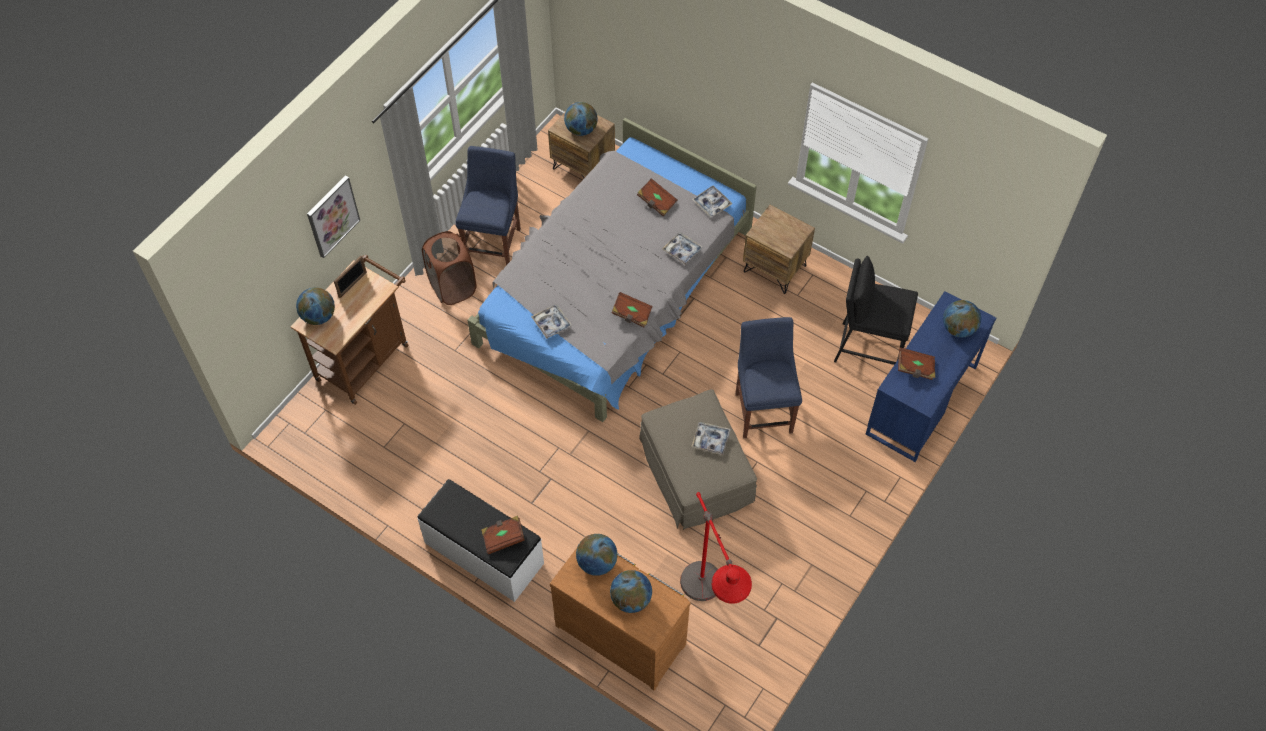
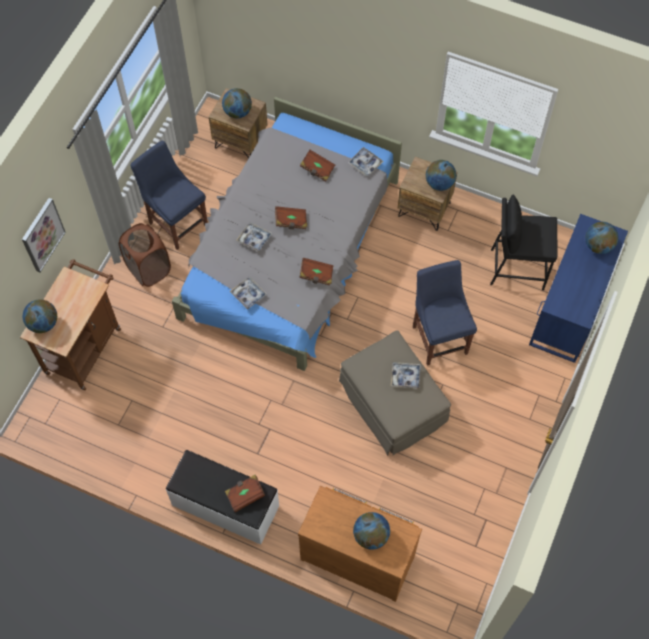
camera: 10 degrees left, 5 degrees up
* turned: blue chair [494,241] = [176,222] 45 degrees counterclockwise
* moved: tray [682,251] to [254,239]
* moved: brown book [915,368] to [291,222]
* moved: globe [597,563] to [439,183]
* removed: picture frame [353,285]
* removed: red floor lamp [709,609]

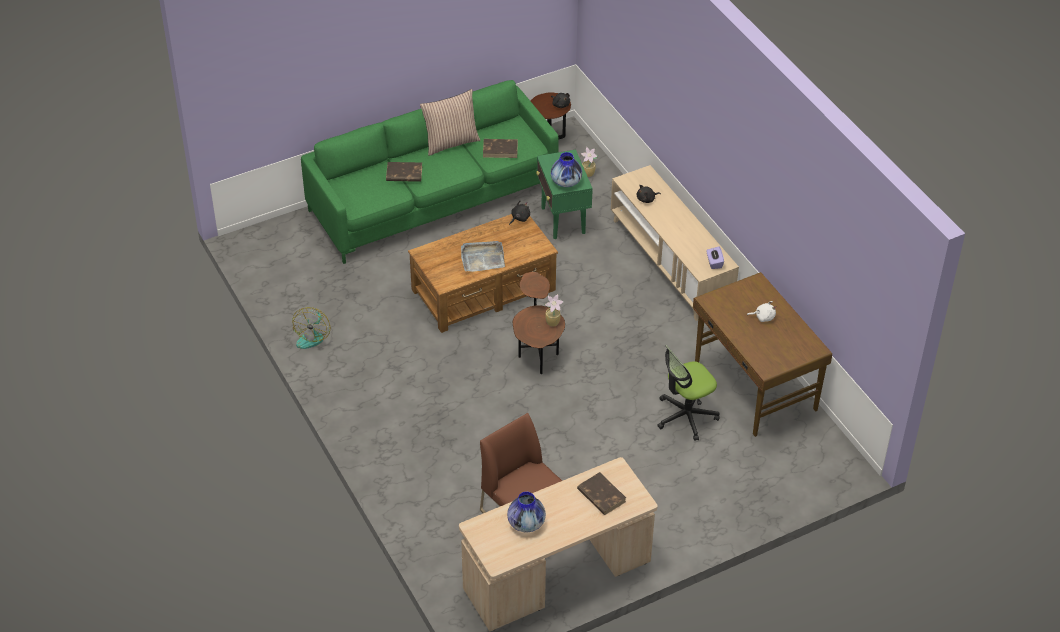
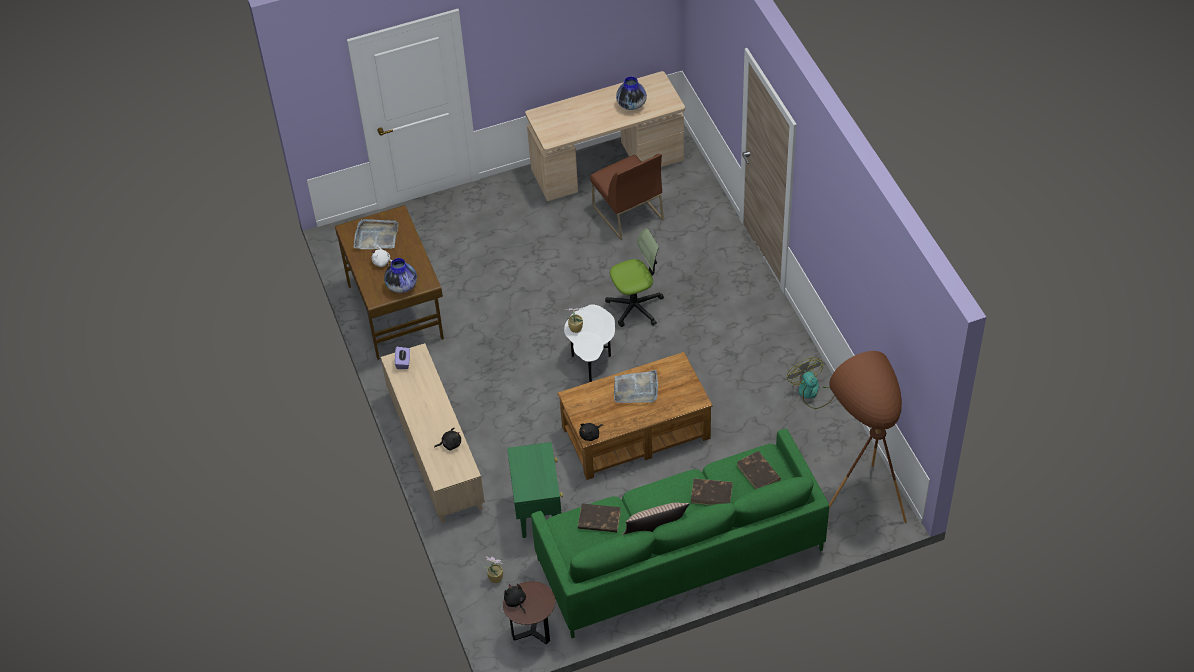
camera: 170 degrees left, 5 degrees up
* added: grey tray [376,236]
* moved: vase [566,182] to [402,286]
* recoloured: brown side table [537,349] to white side table [591,362]
* moved: office chair [685,416] to [635,306]
* moved: brown book [601,495] to [758,473]
* turned: fan [312,335] = [812,392] 45 degrees counterclockwise
* added: brown floor lamp [861,488]

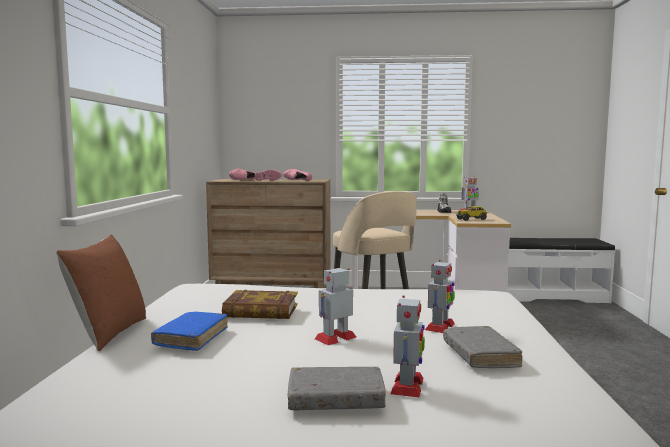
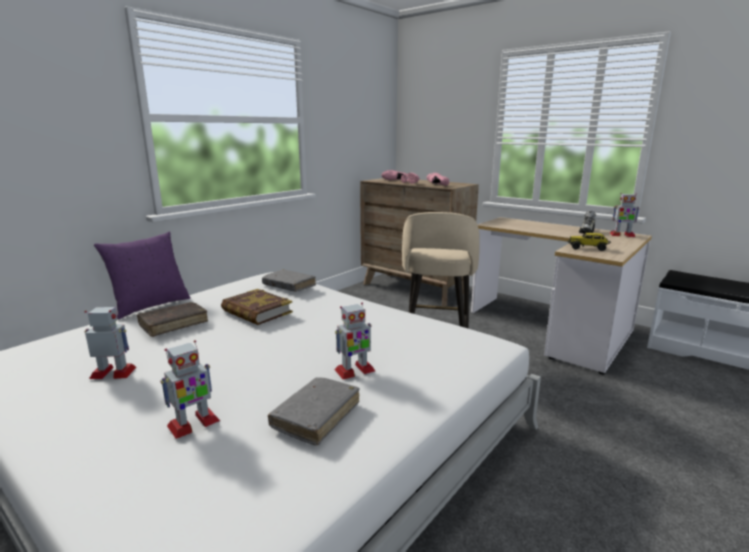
camera: 35 degrees right, 10 degrees up
* moved: toy robot [335,338] to [114,373]
* recoloured: brown pillow [108,333] to purple pillow [150,305]
* recoloured: blue book [191,338] to brown book [173,324]
* moved: grey book [336,399] to [289,286]

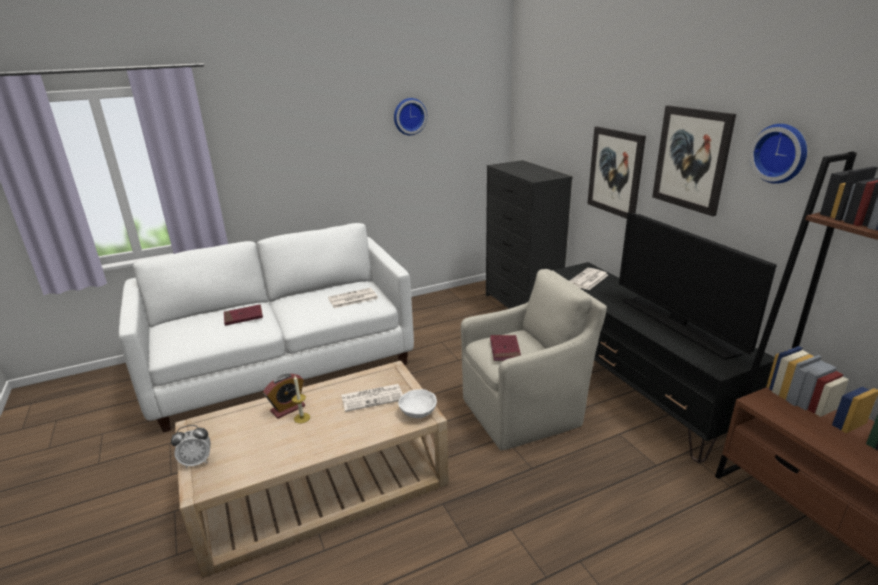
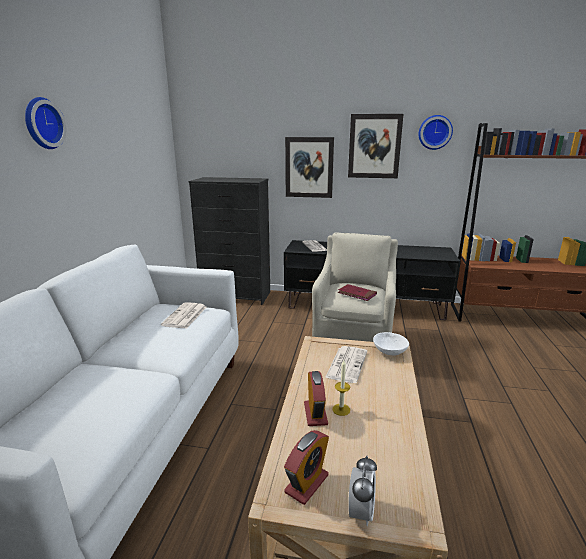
camera: 55 degrees left, 5 degrees down
* moved: wall clock [409,116] to [42,123]
* added: alarm clock [306,483]
* removed: red book [243,317]
* removed: television [678,326]

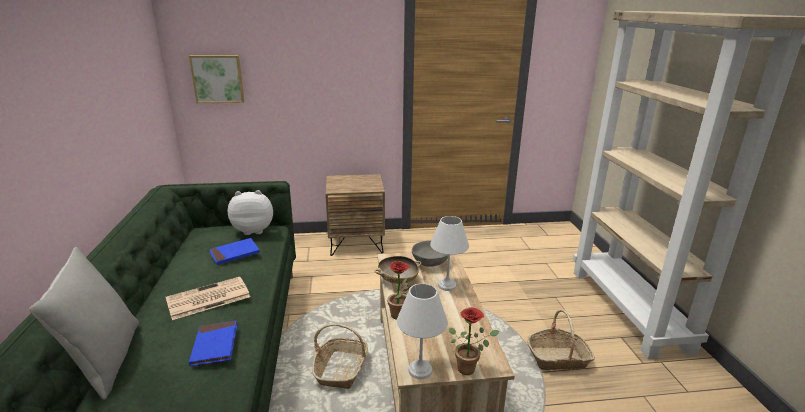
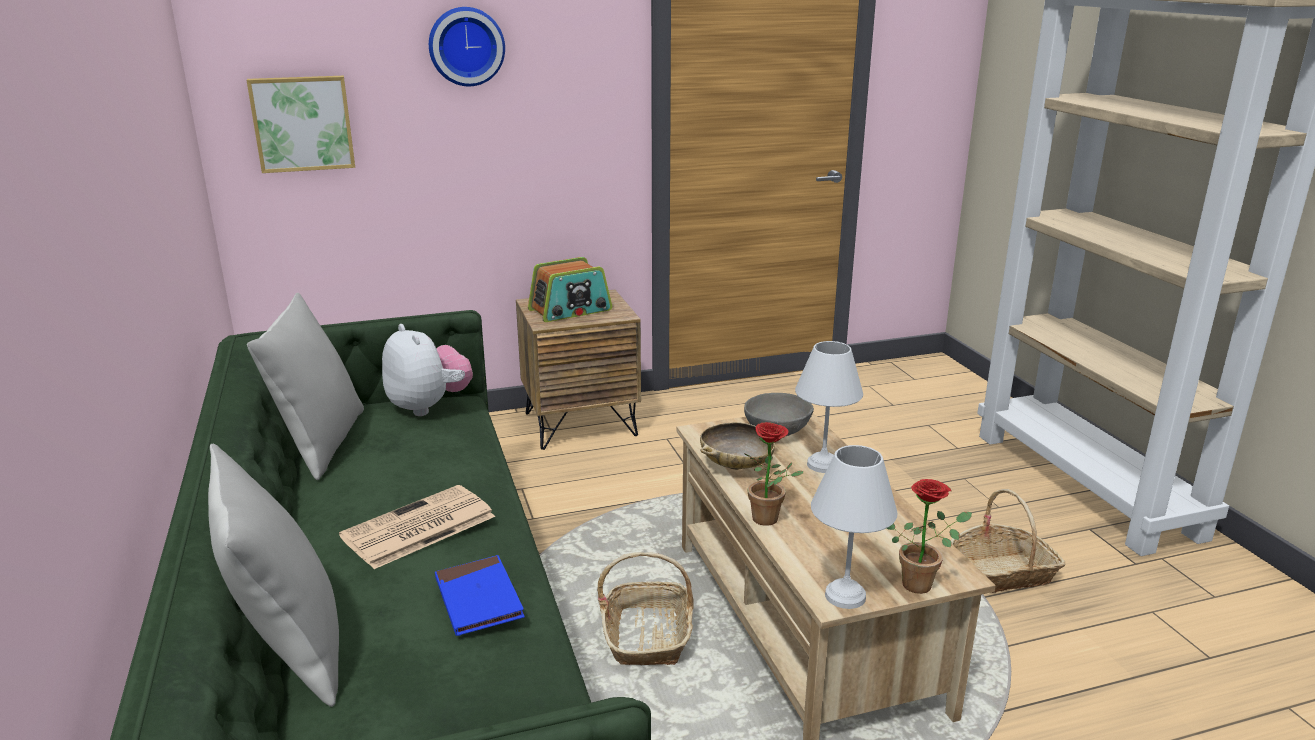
camera: 10 degrees left, 0 degrees up
* added: grey pillow [320,444]
* turned: plush toy [254,230] = [428,406] 75 degrees clockwise
* added: wall clock [466,46]
* added: radio [570,310]
* removed: blue book [235,253]

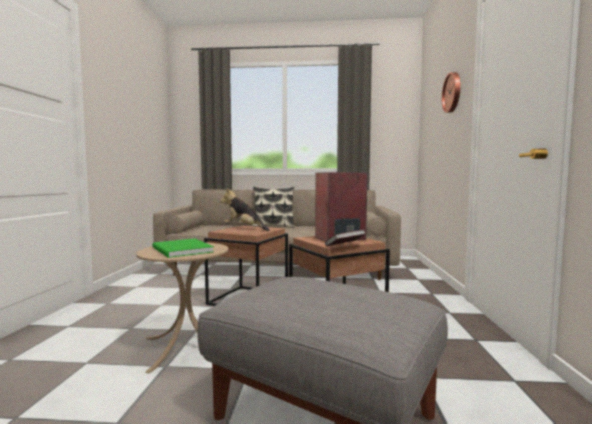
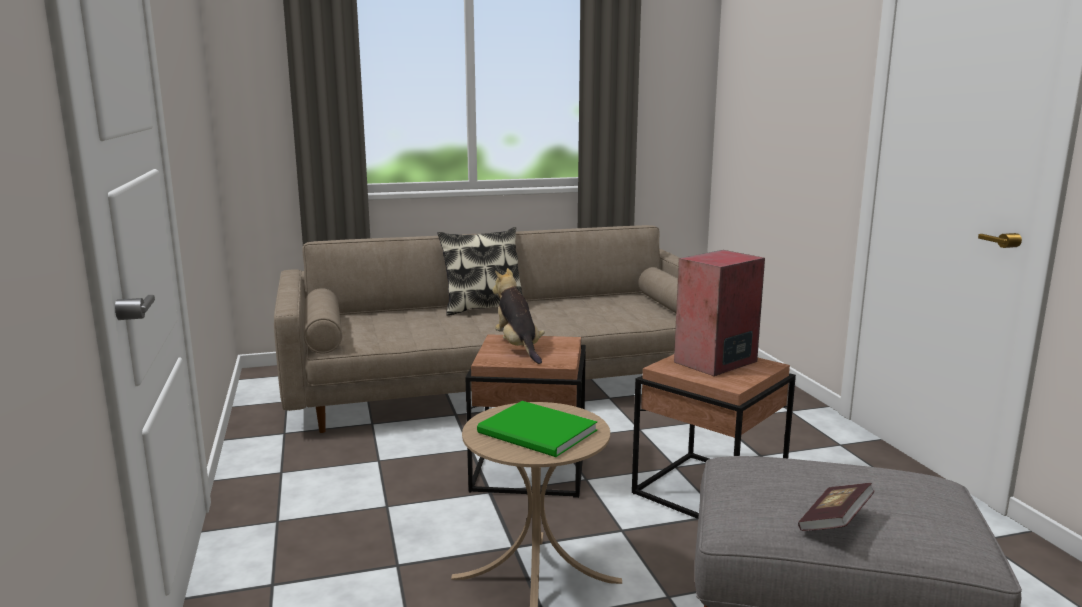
camera: 20 degrees left, 10 degrees up
* turned: plush toy [244,229] = [518,348] 60 degrees clockwise
* moved: book [345,246] to [834,522]
* removed: wall clock [453,92]

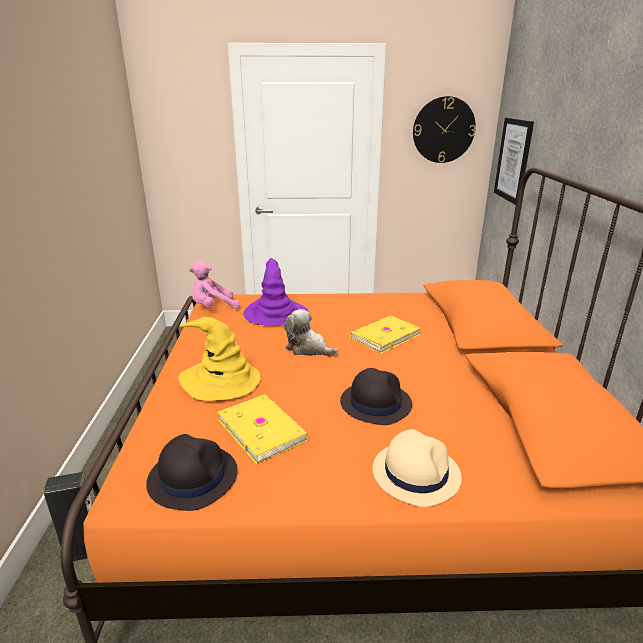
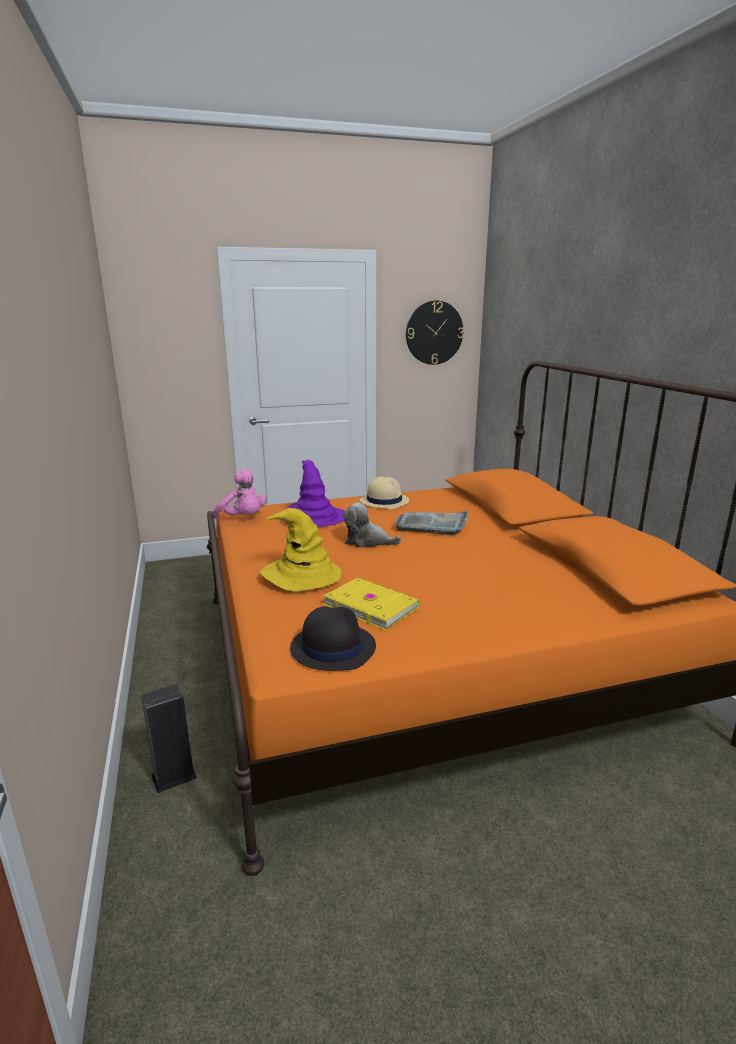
camera: 15 degrees left, 5 degrees down
* turned: pink plush toy [213,308] = [243,518] 105 degrees counterclockwise
* moved: beige hat [415,472] to [384,501]
* replaced: yellow book [384,336] to grey tray [432,525]
* removed: black hat [375,403]
* removed: picture [513,160]

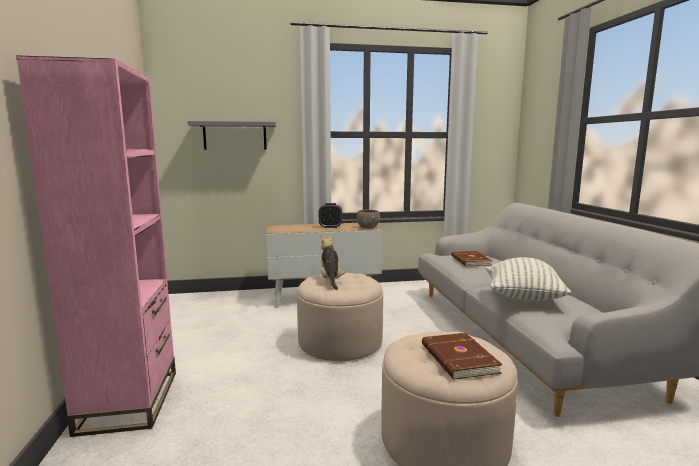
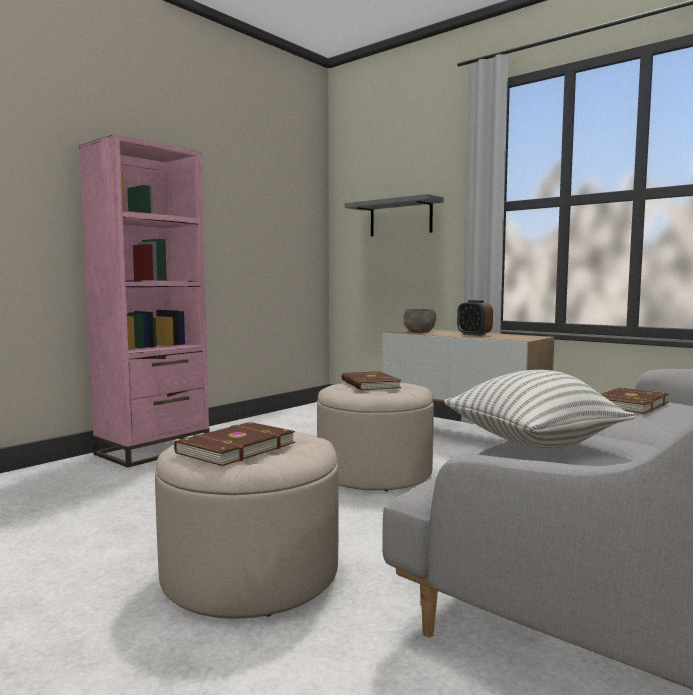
camera: 50 degrees right, 5 degrees down
* replaced: plush toy [331,280] to brown book [369,384]
* moved: grey bowl [368,227] to [419,332]

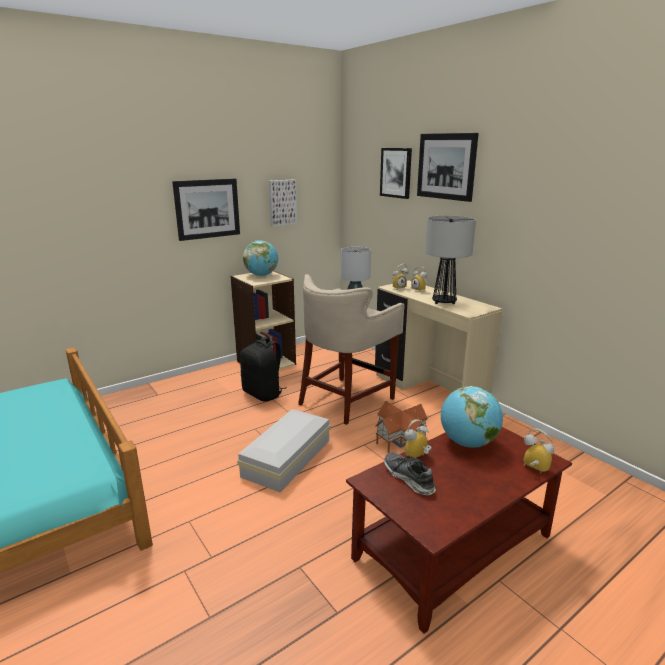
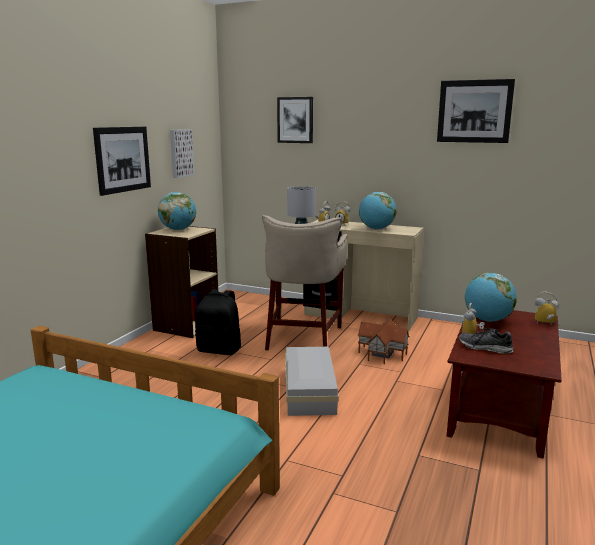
camera: 30 degrees left, 5 degrees down
* replaced: table lamp [444,302] to globe [376,229]
* moved: picture [446,166] to [474,111]

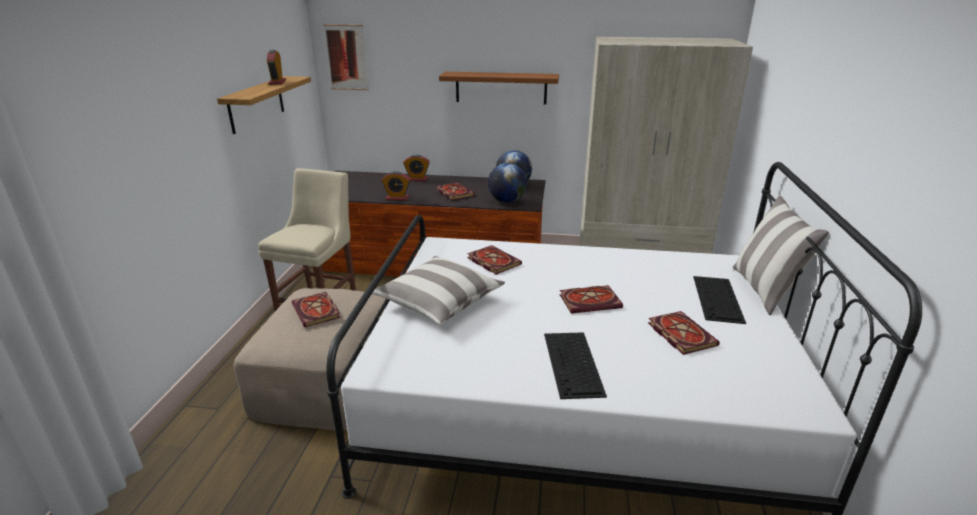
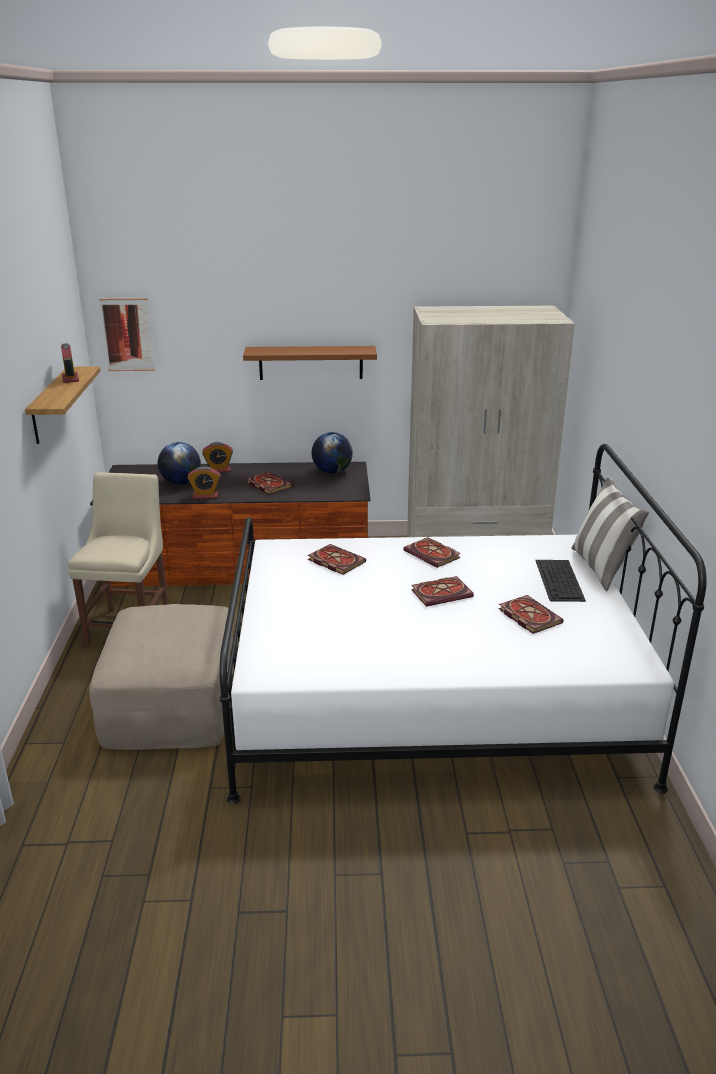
camera: 10 degrees left, 0 degrees up
* moved: globe [507,201] to [181,482]
* moved: book [317,311] to [433,555]
* removed: pillow [439,302]
* removed: keyboard [573,364]

